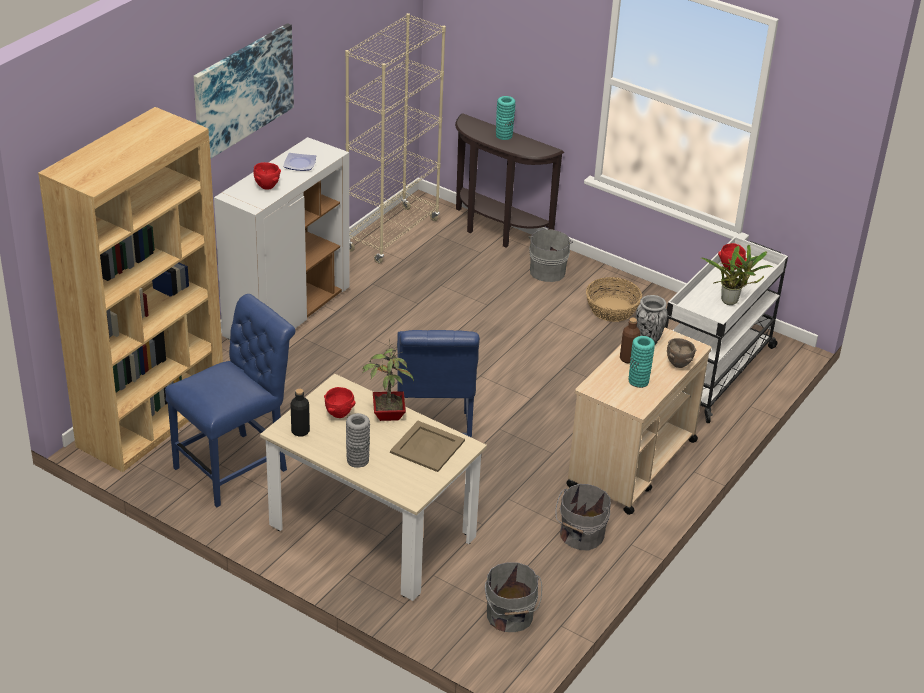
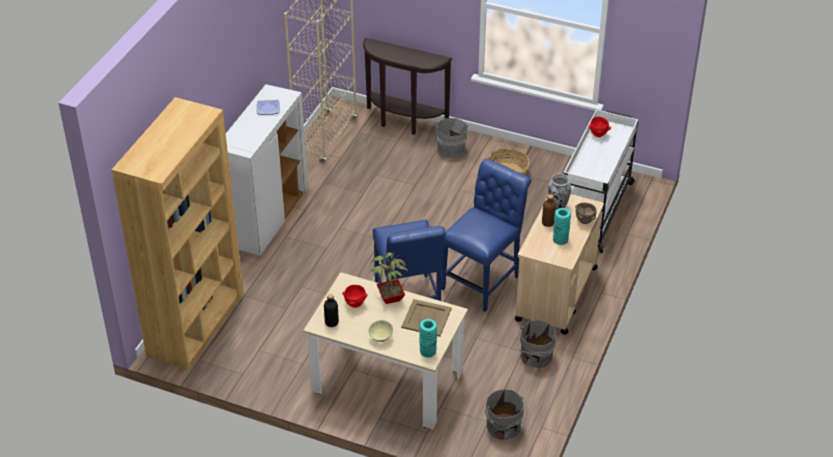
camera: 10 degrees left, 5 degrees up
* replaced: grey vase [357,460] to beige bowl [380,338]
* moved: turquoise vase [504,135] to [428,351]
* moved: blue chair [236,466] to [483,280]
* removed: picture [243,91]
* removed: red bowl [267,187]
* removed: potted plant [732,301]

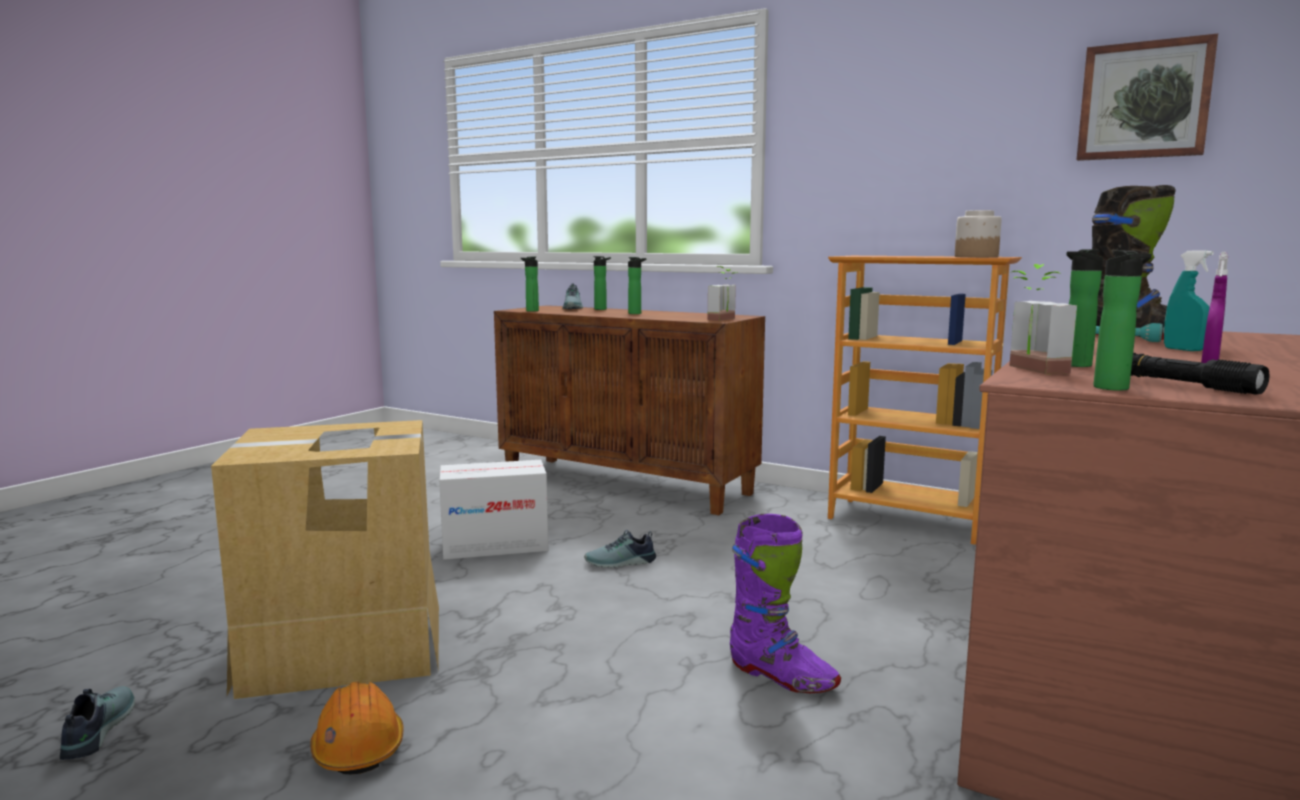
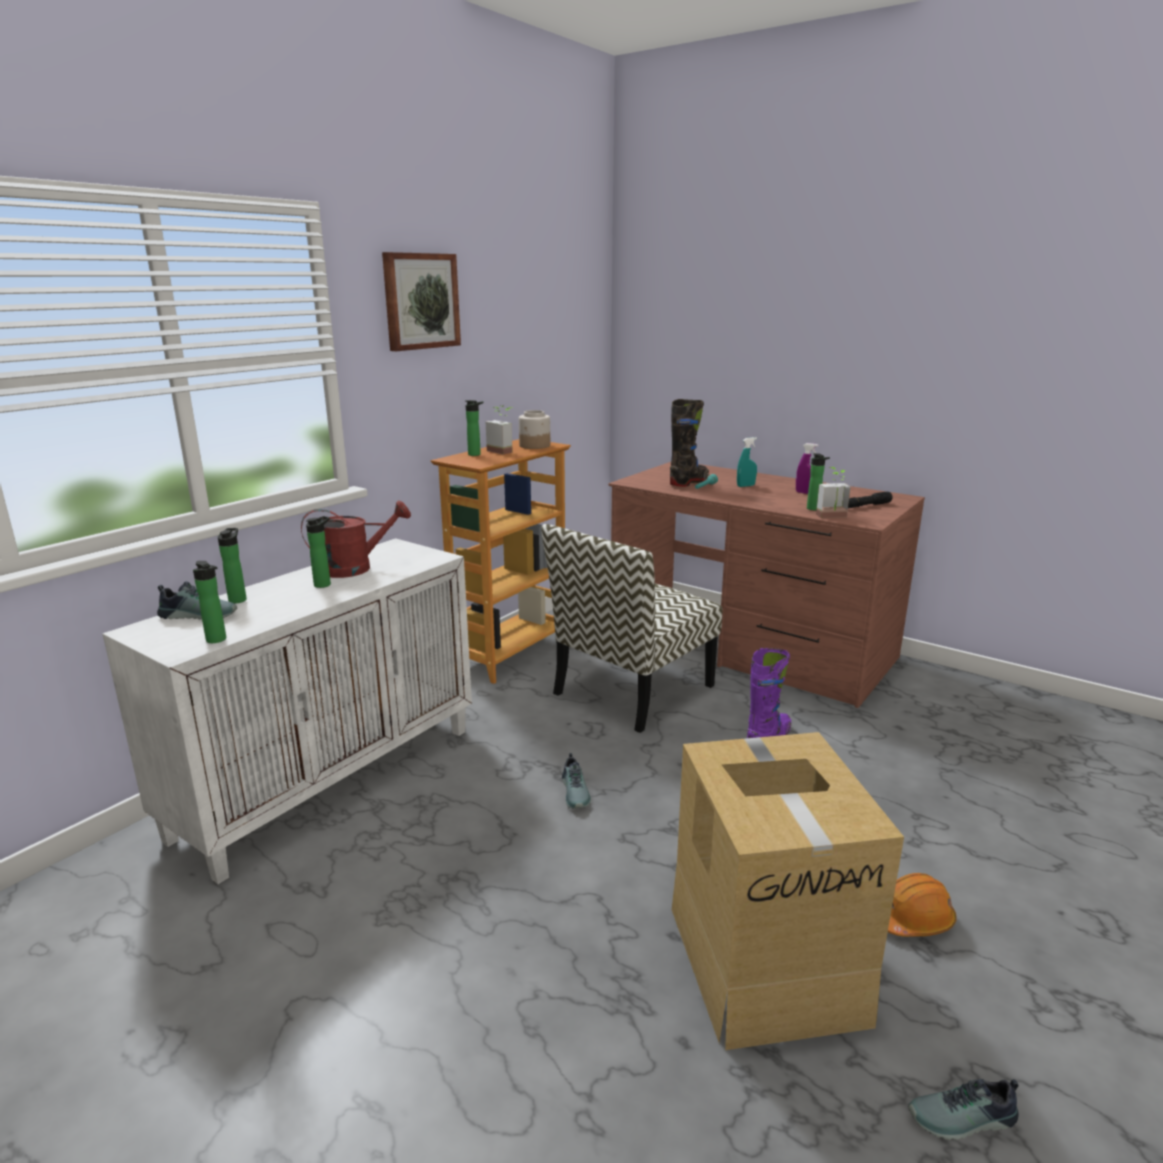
camera: 85 degrees left, 10 degrees up
* recoloured: brown cabinet [627,484] to white cabinet [330,779]
* added: red watering can [356,568]
* moved: picture [1144,101] to [420,301]
* moved: bottle [1113,389] to [476,454]
* moved: potted plant [726,319] to [503,451]
* added: chair [632,691]
* removed: cardboard box [495,546]

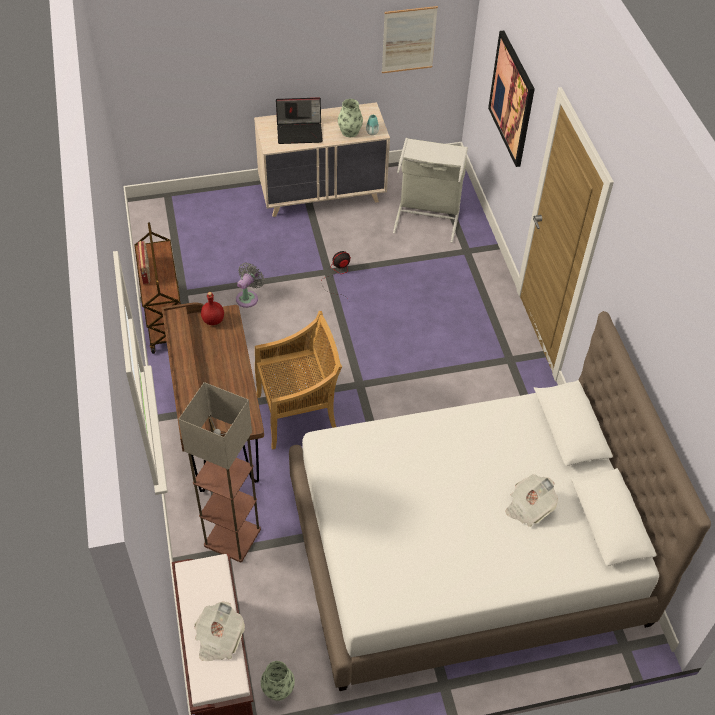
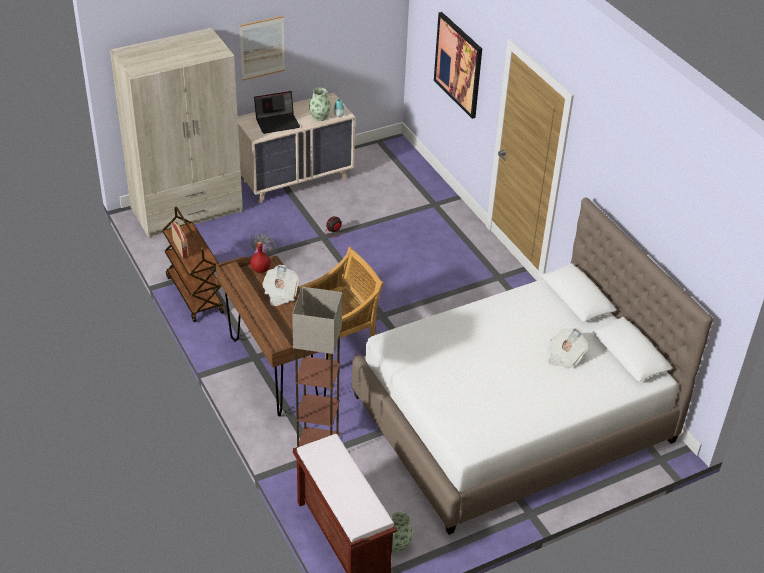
camera: 15 degrees left, 10 degrees down
* added: beige wardrobe [187,210]
* moved: picture [408,40] to [262,48]
* moved: newspaper [218,639] to [280,294]
* removed: grey laundry basket [427,216]

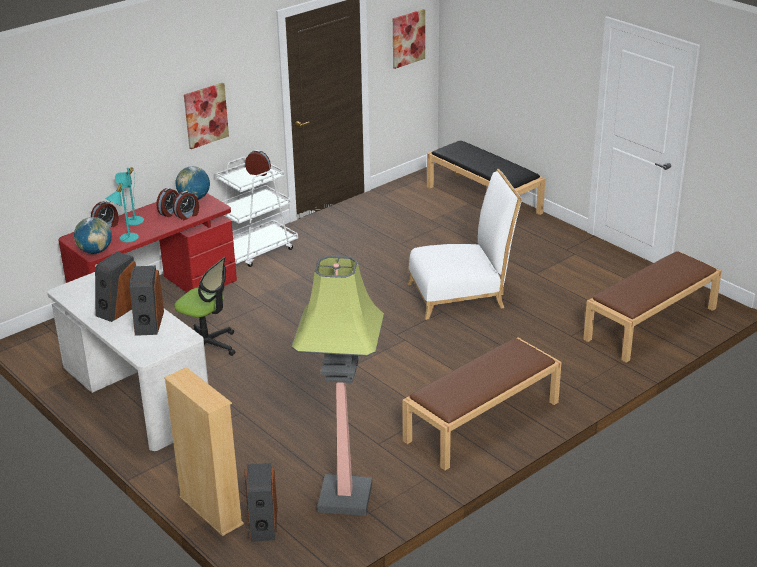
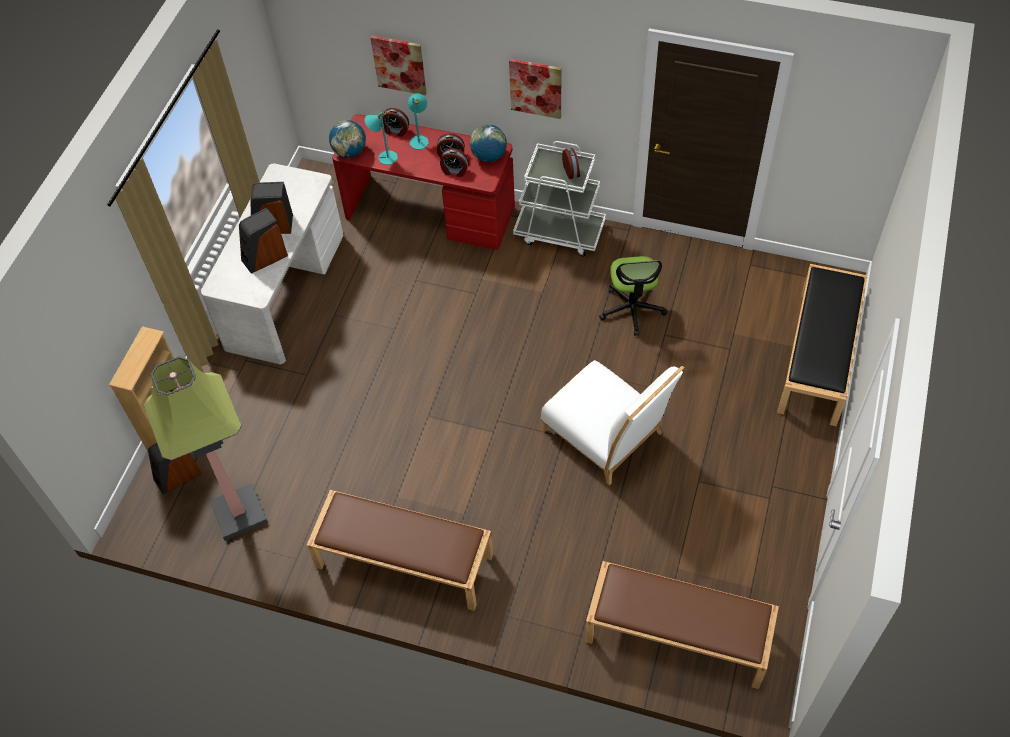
camera: 60 degrees right, 25 degrees up
* moved: picture [408,38] to [399,64]
* moved: office chair [207,346] to [632,309]

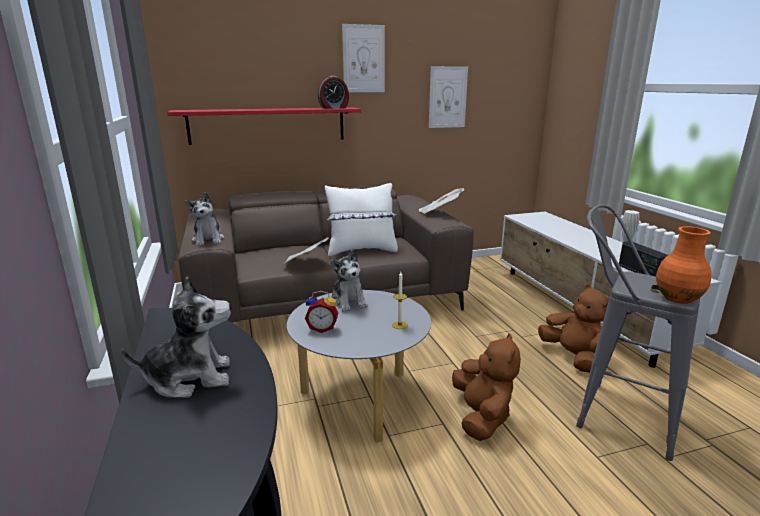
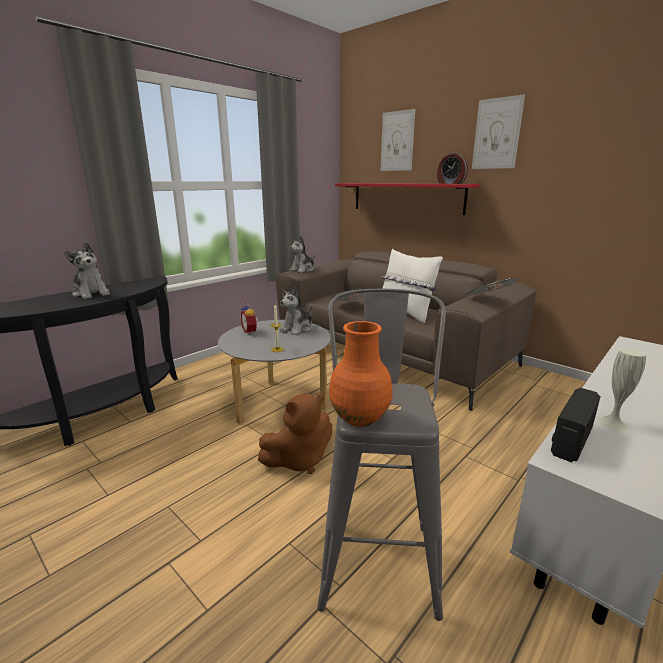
camera: 60 degrees right, 0 degrees up
* moved: picture [447,97] to [397,141]
* removed: brown plush toy [573,357]

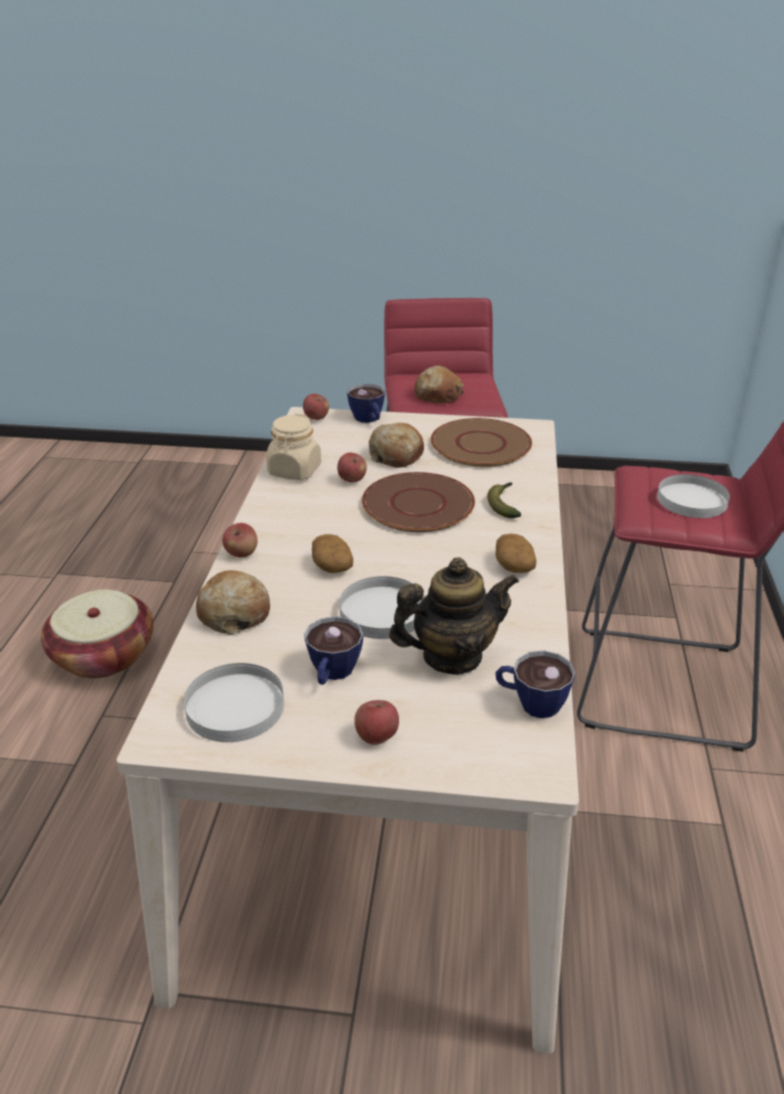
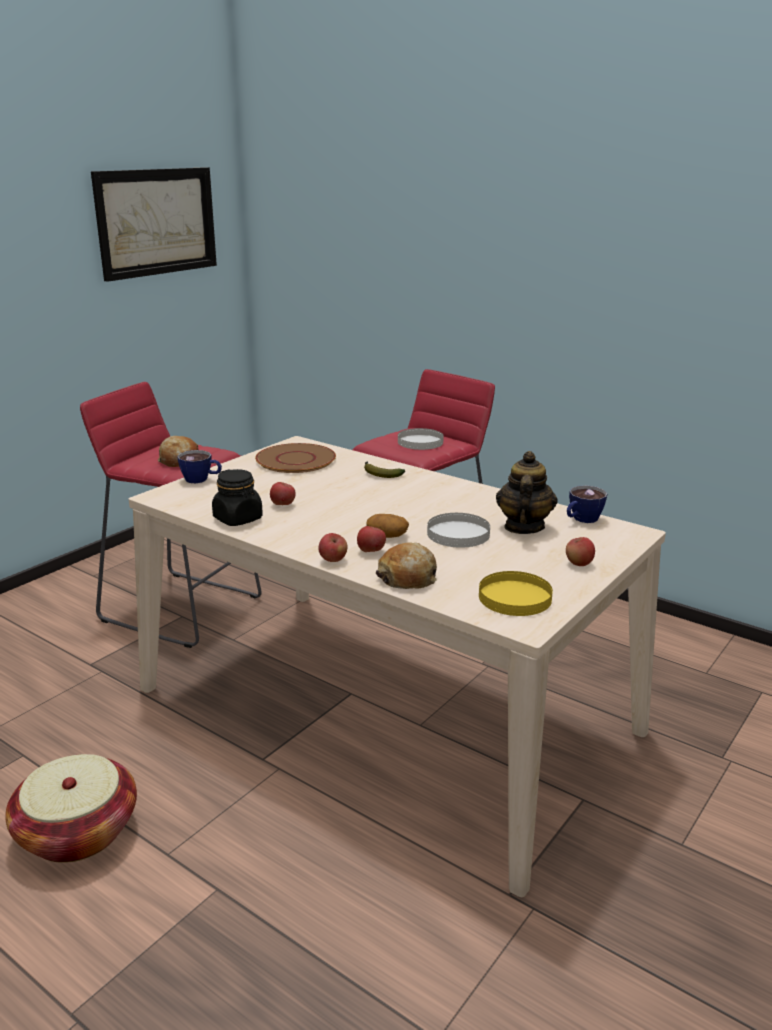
camera: 60 degrees left, 10 degrees down
* added: picture [156,222]
* recoloured: beige jar [294,471] to black jar [238,519]
* moved: apple [316,418] to [371,551]
* recoloured: white plate [234,707] to yellow plate [515,598]
* removed: cup [332,674]
* removed: brown plate [417,504]
* removed: bread [396,455]
* removed: potato [513,565]

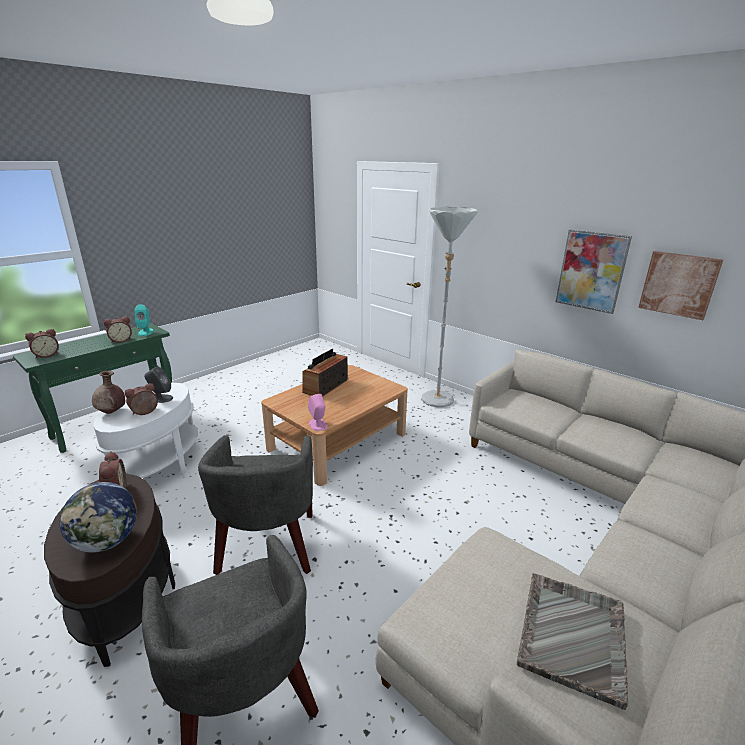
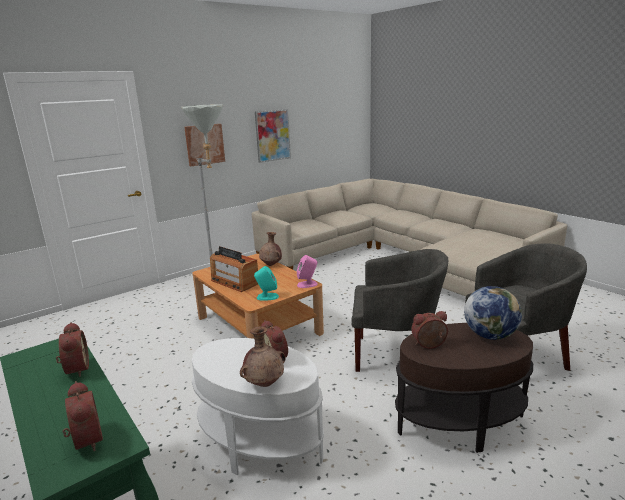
camera: 80 degrees left, 5 degrees down
* moved: picture [678,284] to [204,144]
* moved: turquoise speaker [146,332] to [267,297]
* added: brown vase [271,265]
* removed: grey speaker [160,398]
* removed: grey tray [572,634]

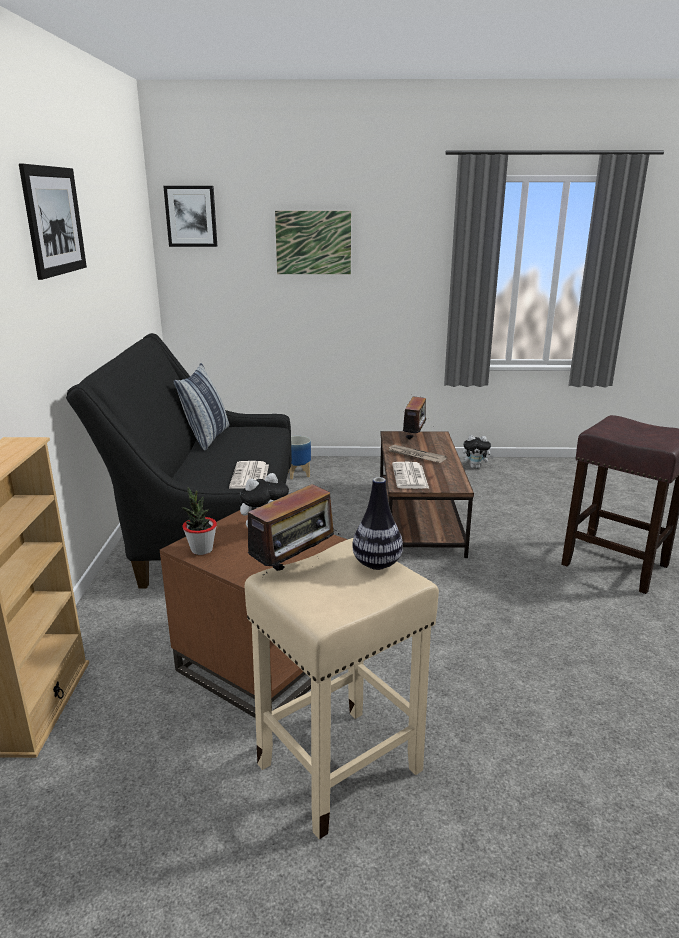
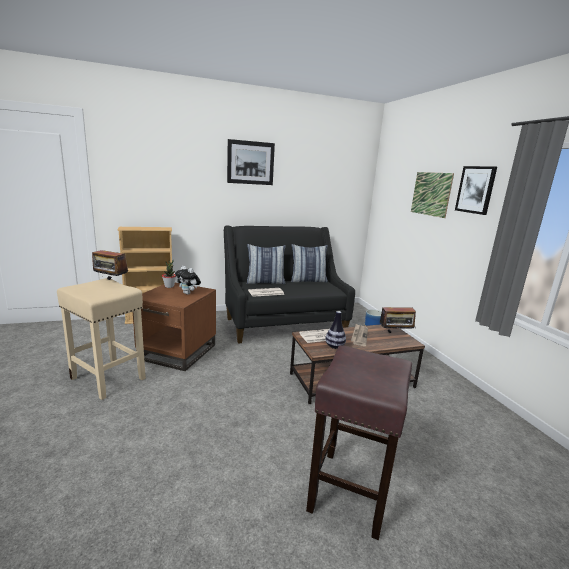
camera: 70 degrees right, 5 degrees down
* added: pillow [265,282]
* moved: vase [377,564] to [334,346]
* moved: picture [191,216] to [475,190]
* removed: plush toy [476,467]

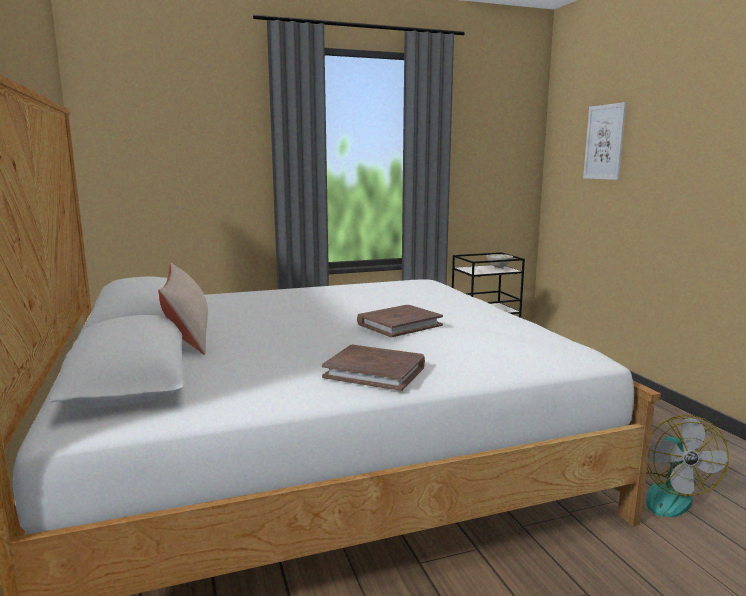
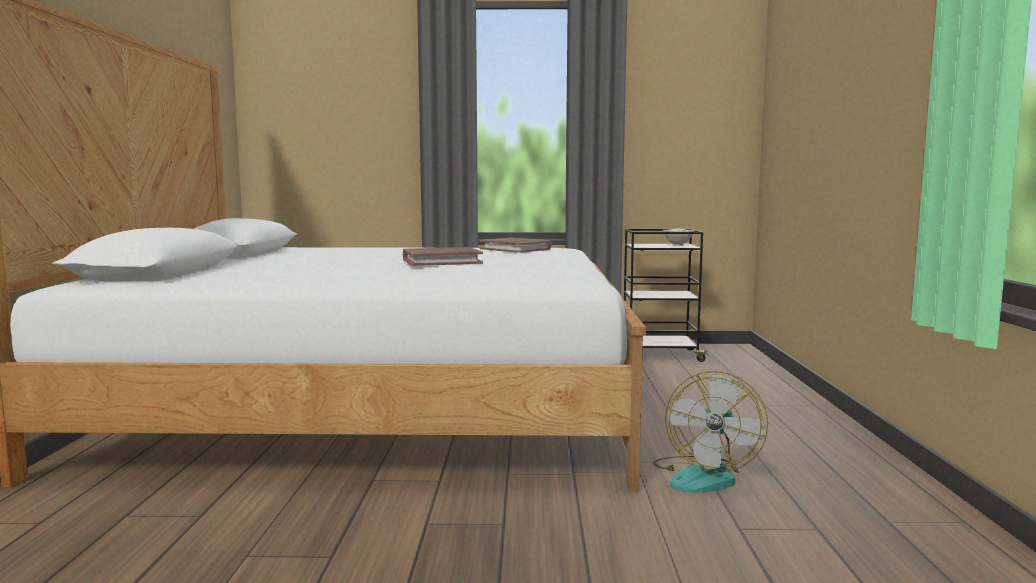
camera: 20 degrees right, 5 degrees down
* moved: brown book [375,371] to [515,249]
* removed: beige pillow [188,334]
* removed: picture [604,142]

